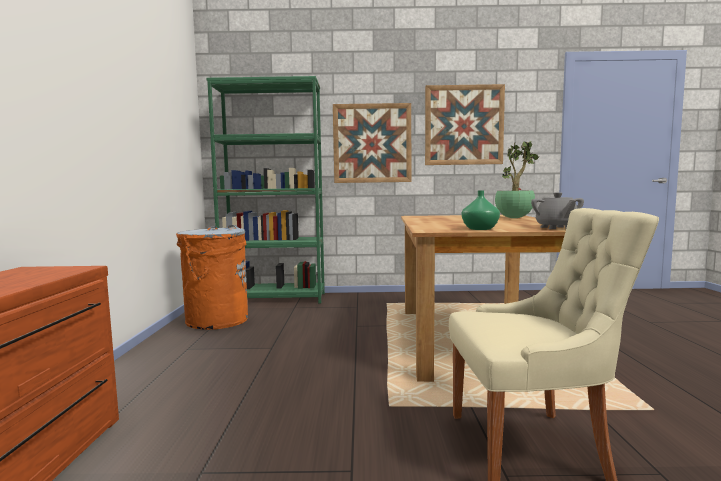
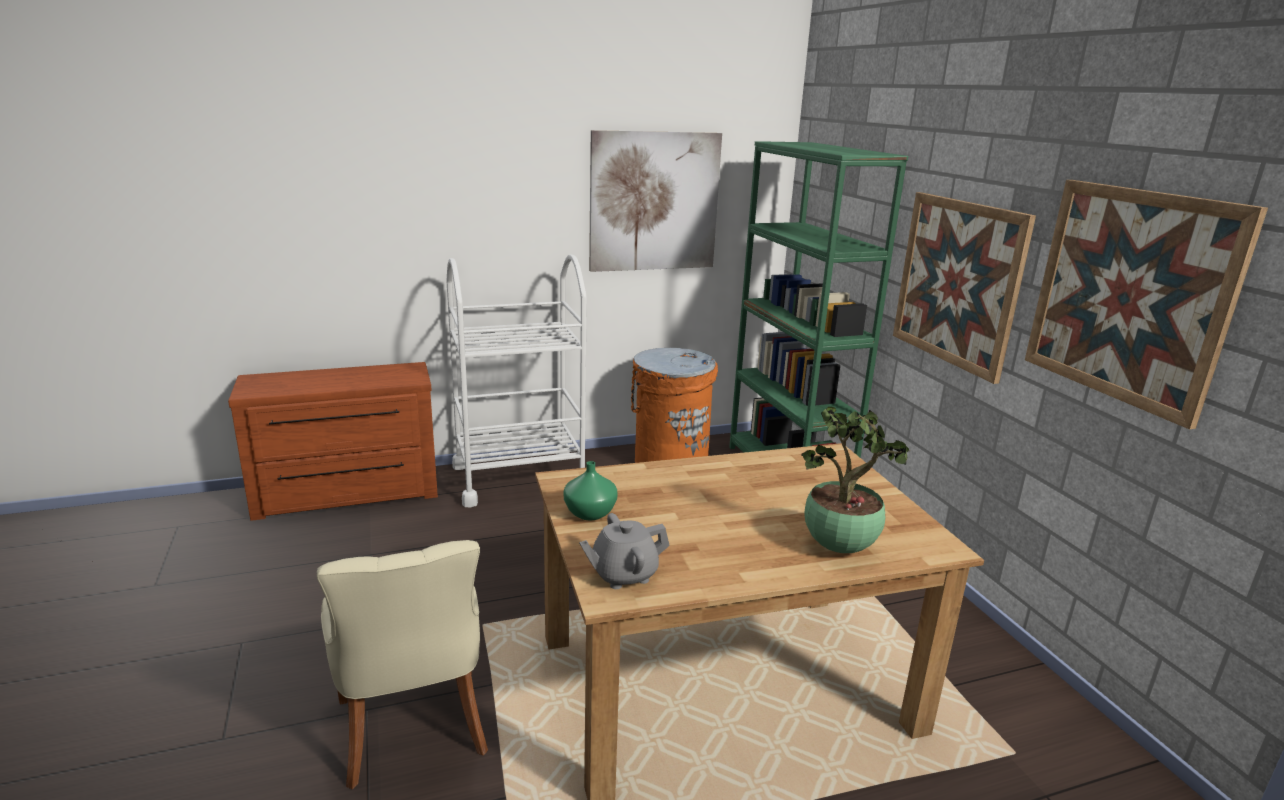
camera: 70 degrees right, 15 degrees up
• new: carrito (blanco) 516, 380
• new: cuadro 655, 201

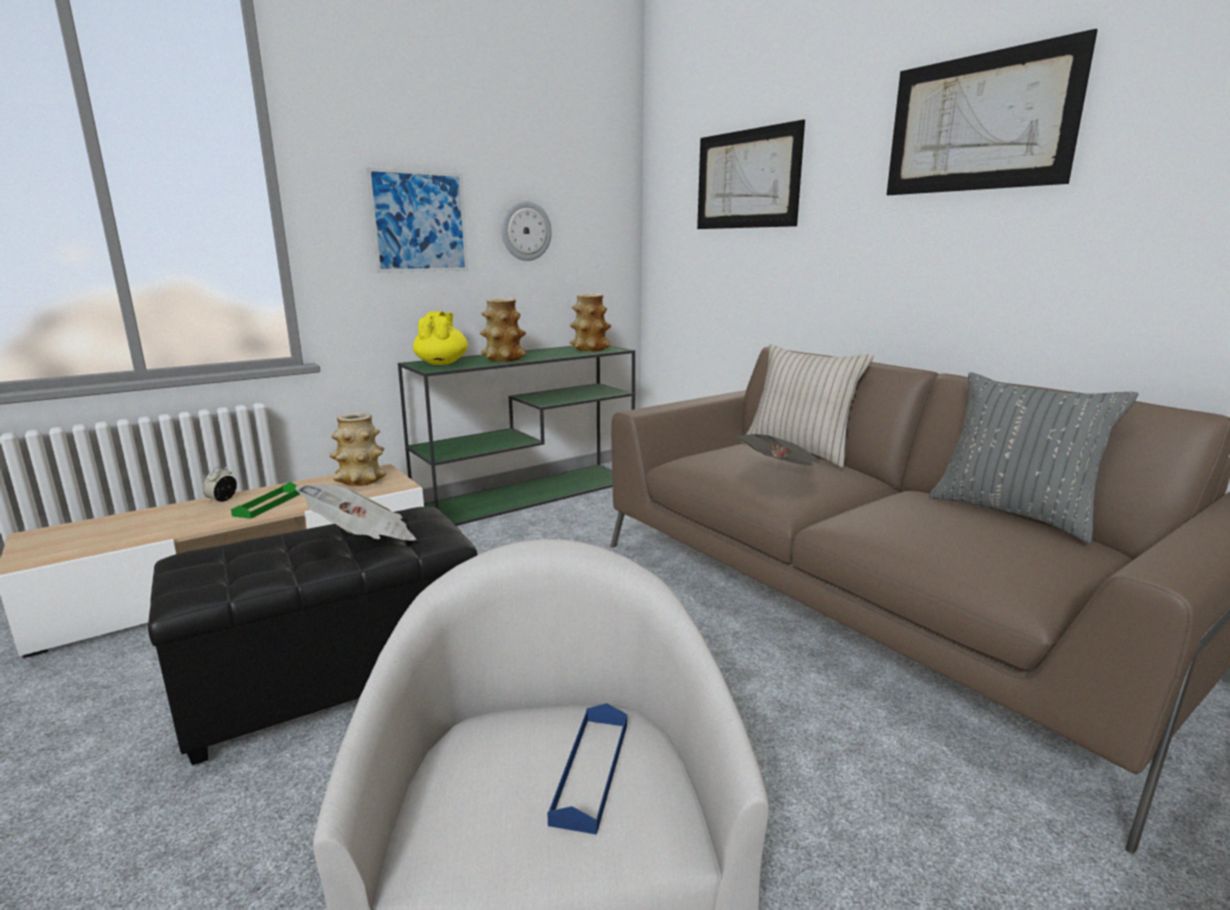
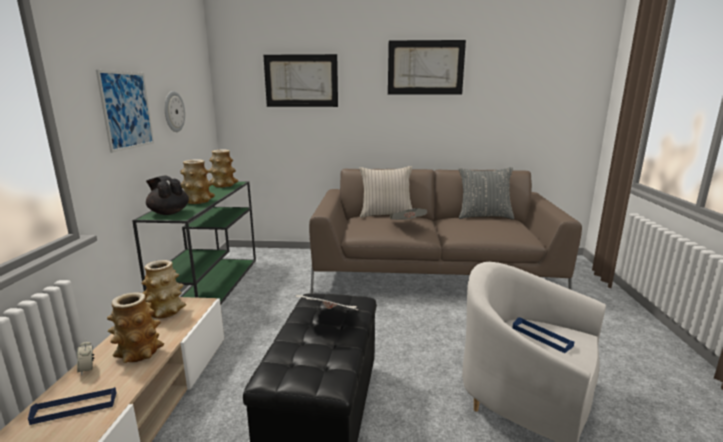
camera: 50 degrees left, 0 degrees up
• new: bandeja (azul) 72, 406
• swapped: bandeja (verde) 265, 500 to florero 135, 327
• repainted: tetera (amarillo) 440, 338 to tetera (negro) 167, 195

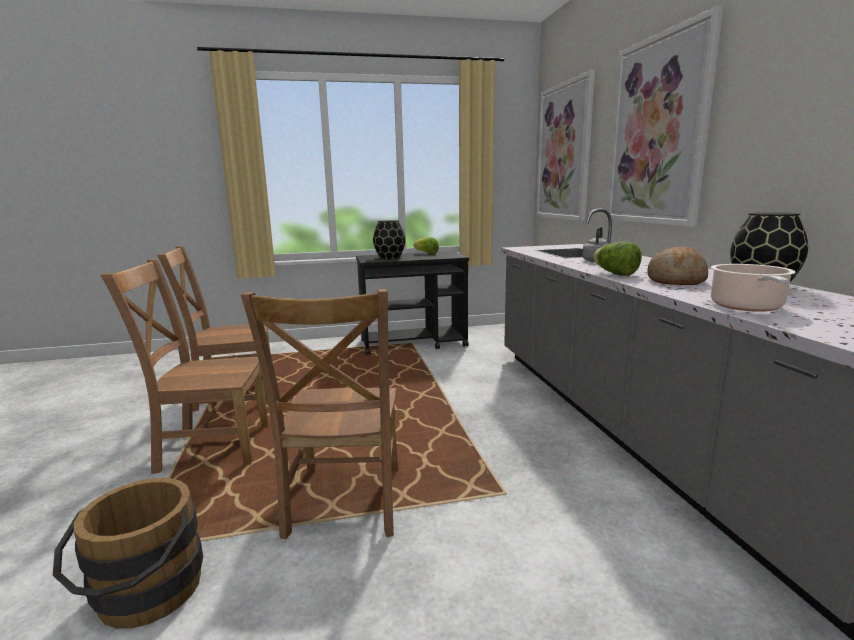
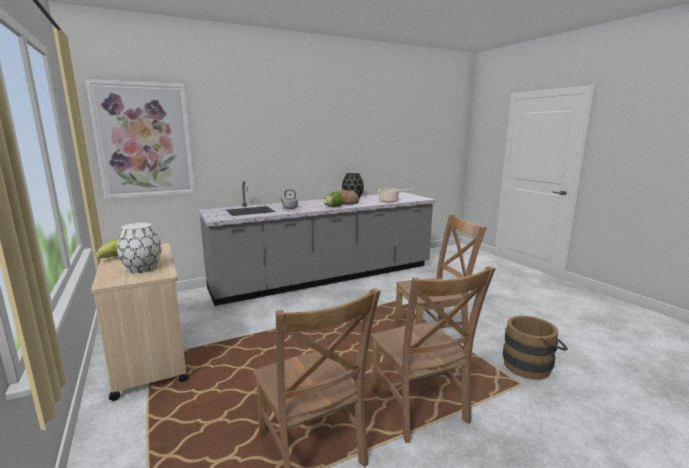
camera: 105 degrees left, 0 degrees up
• repainted: carrito (negro) 412, 303 to carrito (beis) 139, 322
• repainted: florero (negro) 389, 239 to florero (blanco) 139, 248
• gone: cuadro 665, 116

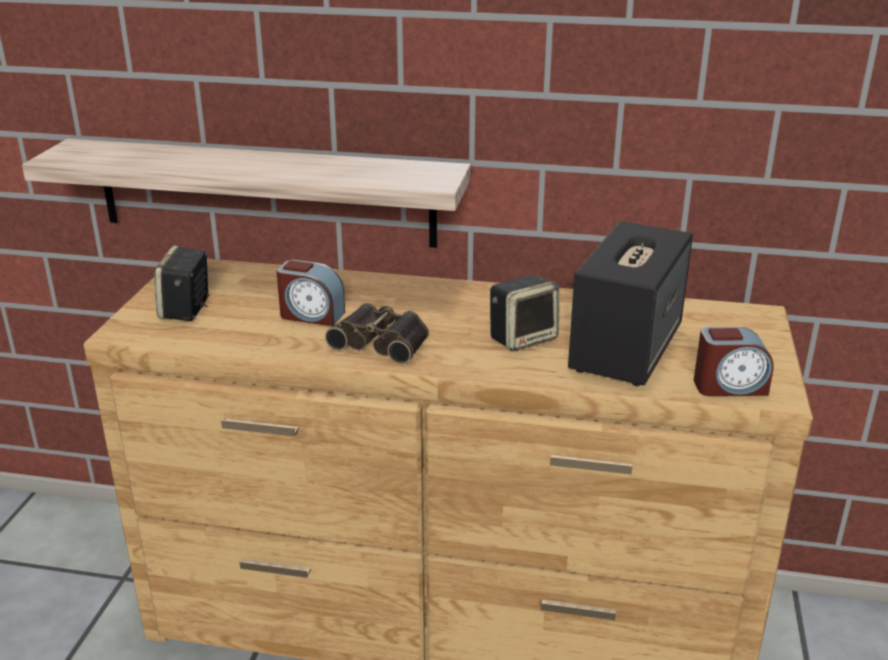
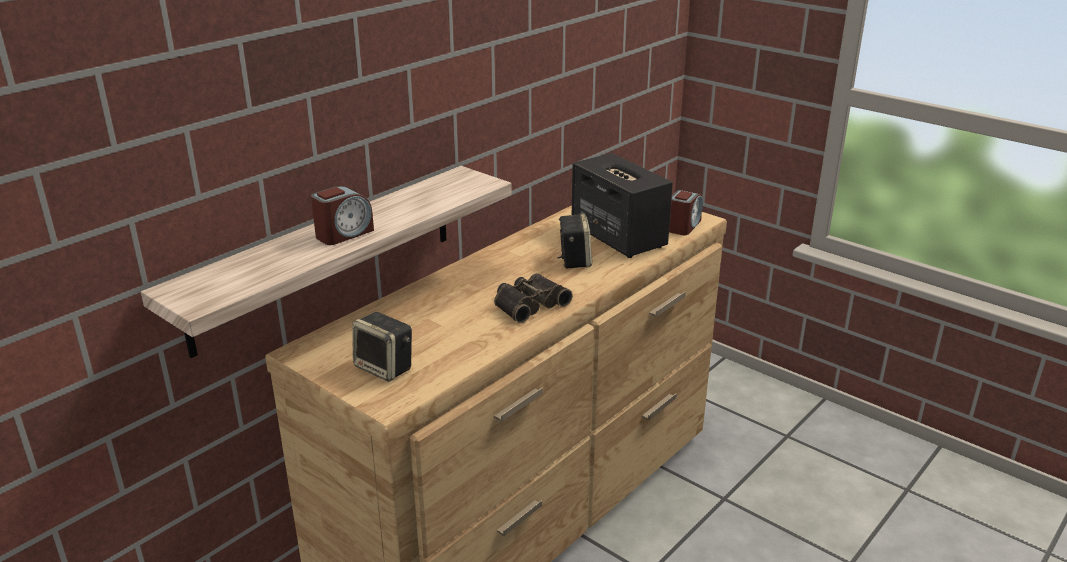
camera: 60 degrees left, 0 degrees up
• shifted: despertador 310, 293 to 342, 215

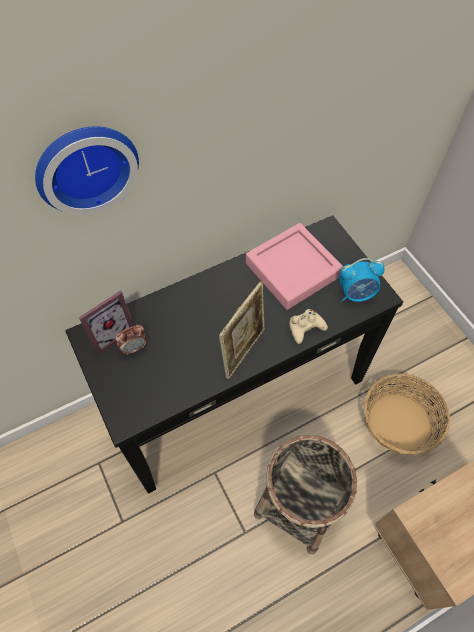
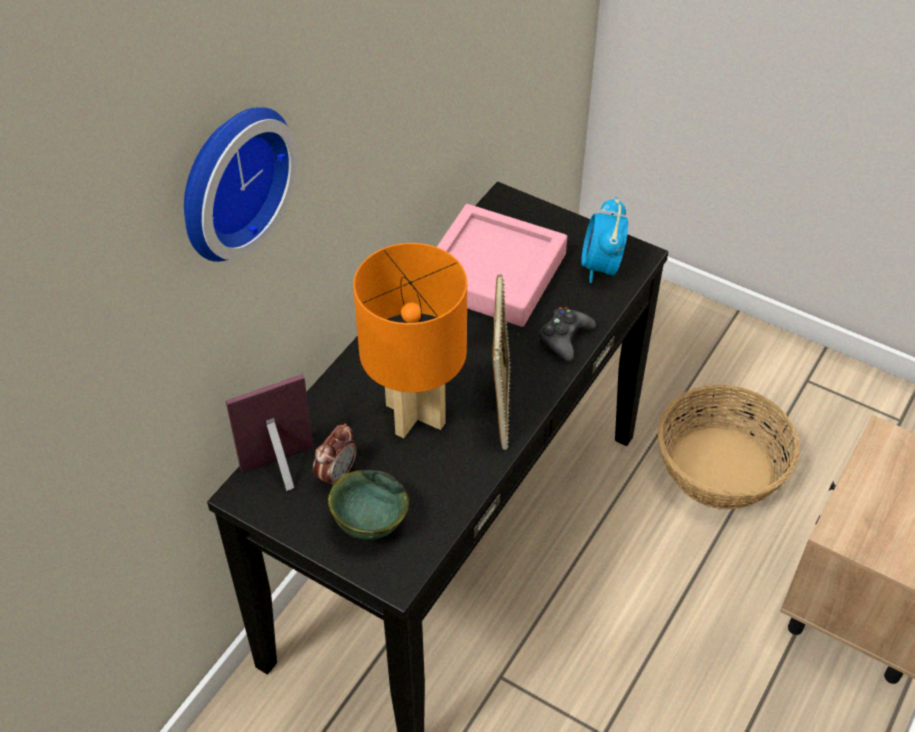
camera: 30 degrees left, 10 degrees down
• rotated: portarretratos 106, 323 = 270, 432 135 degrees counterclockwise
• new: cuenco (verde) 369, 505
• new: lámpara de mesa (naranja) 410, 340
• repainted: mando de consola (beis) 308, 326 to mando de consola (negro) 567, 334
• rotated: despertador 362, 280 = 604, 240 135 degrees clockwise
• gone: cesta 305, 494

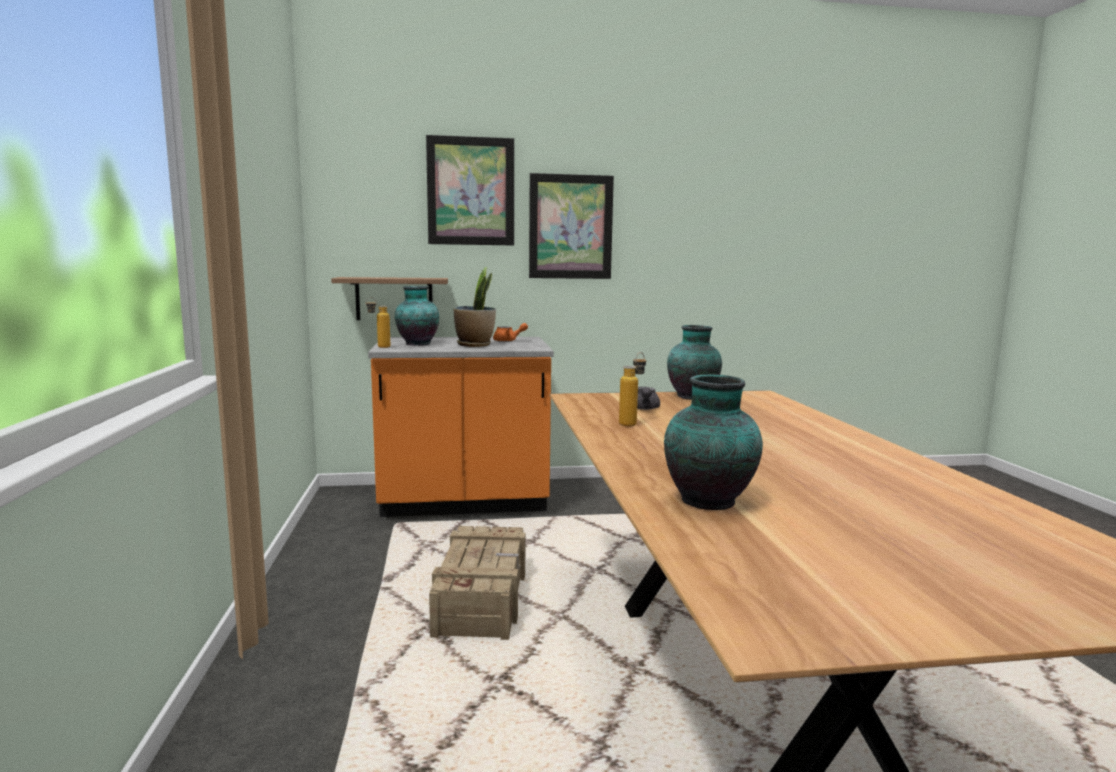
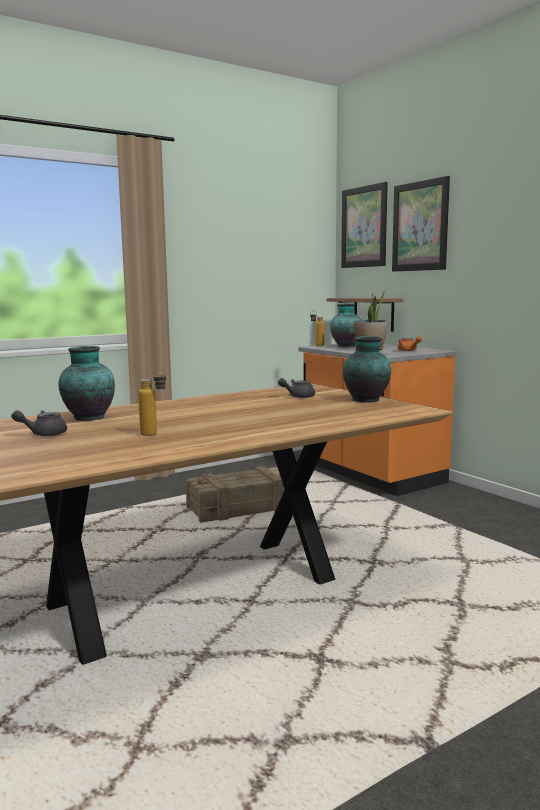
camera: 65 degrees right, 0 degrees up
• new: tetera (gris) 39, 423
• shifted: botella 632, 389 to 152, 402
• shifted: cuadro 571, 226 to 364, 225

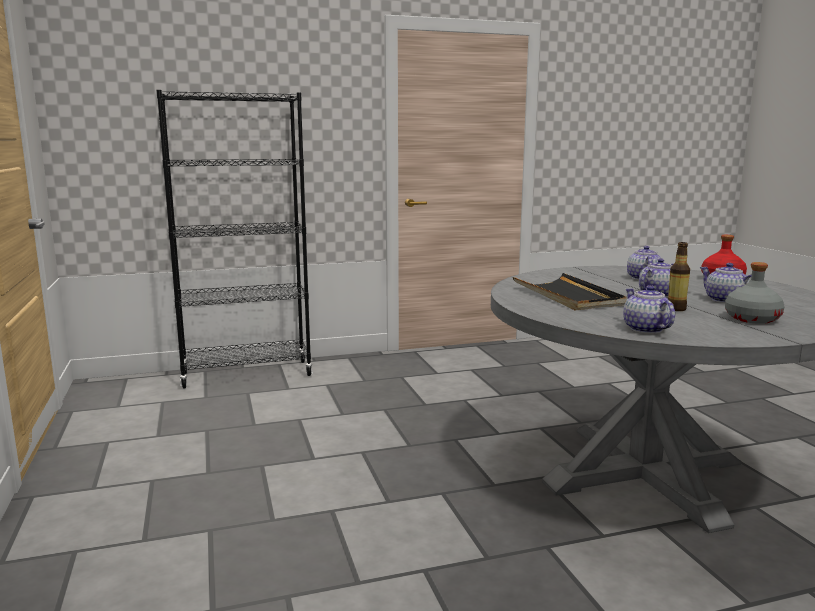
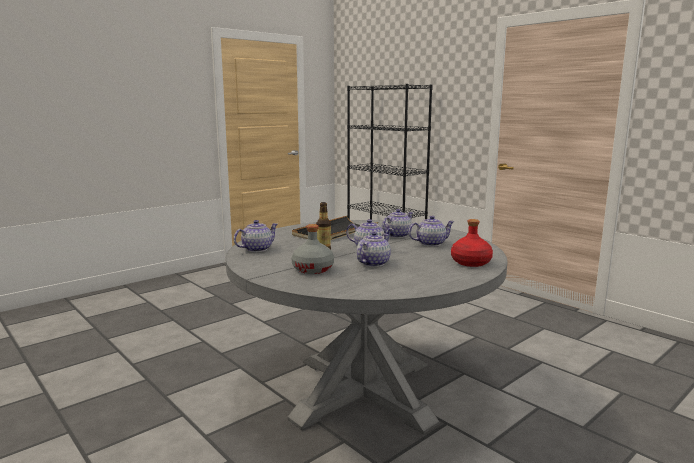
camera: 65 degrees right, 0 degrees up
• new: tetera 397, 223

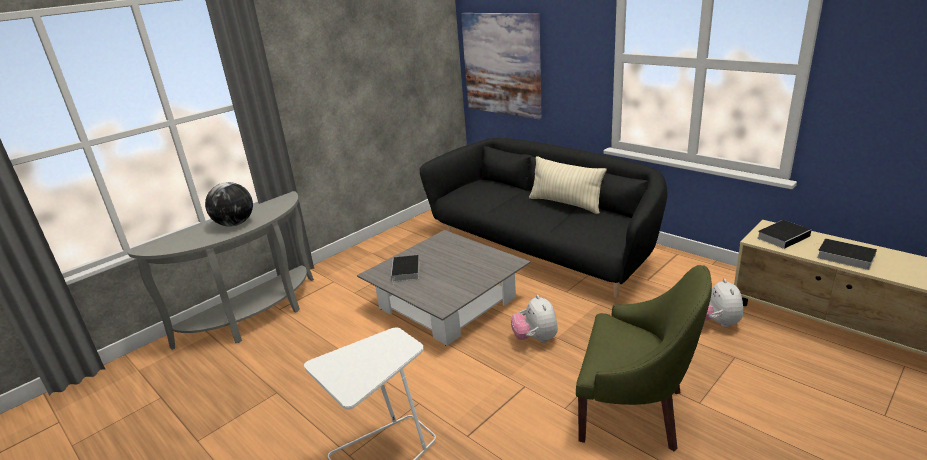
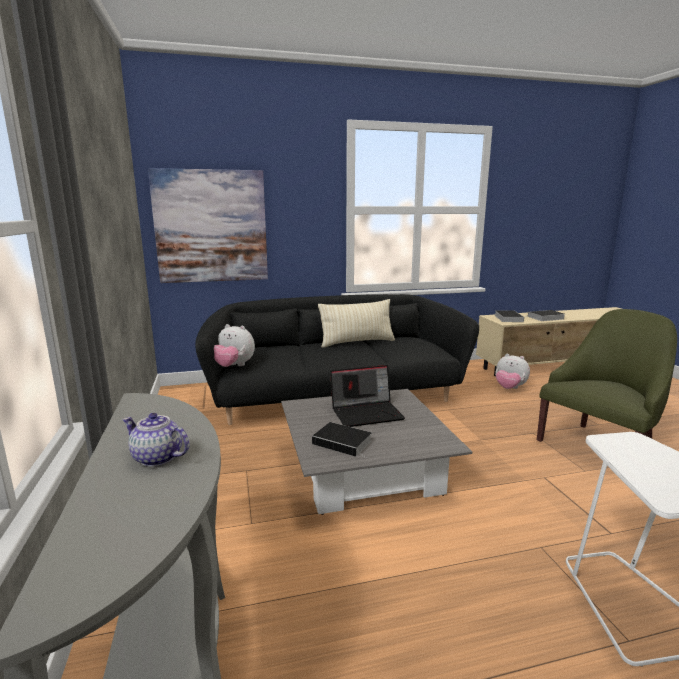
camera: 60 degrees left, 10 degrees down
• swapped: globo terráqueo 229, 204 to tetera 156, 440
• shifted: peluche 534, 319 to 234, 345
• new: portátil 367, 396

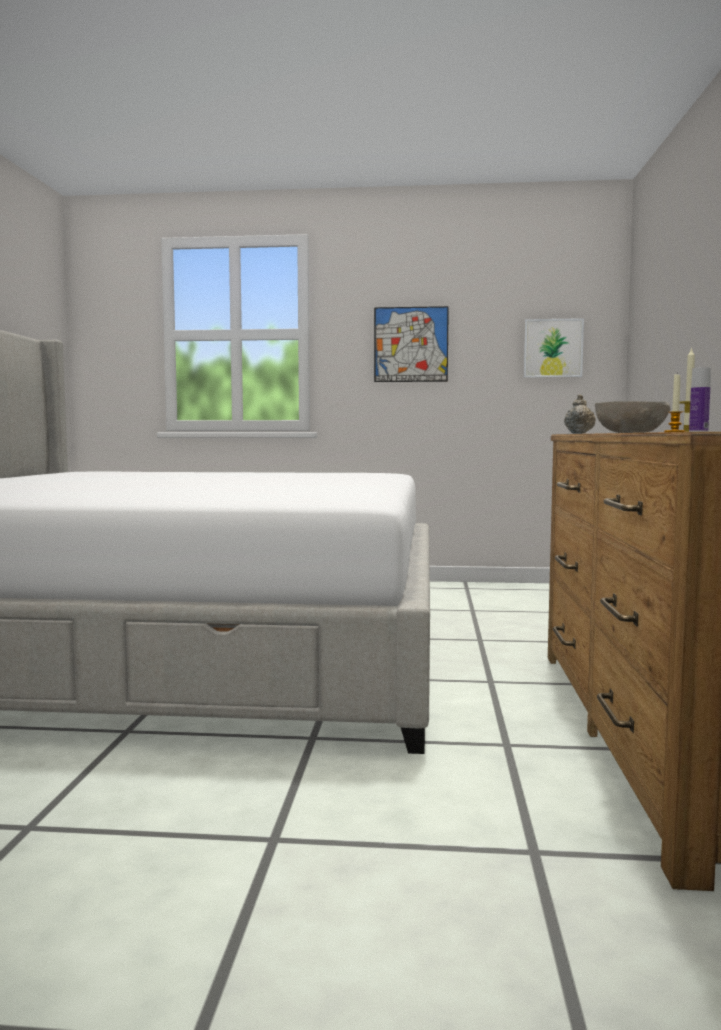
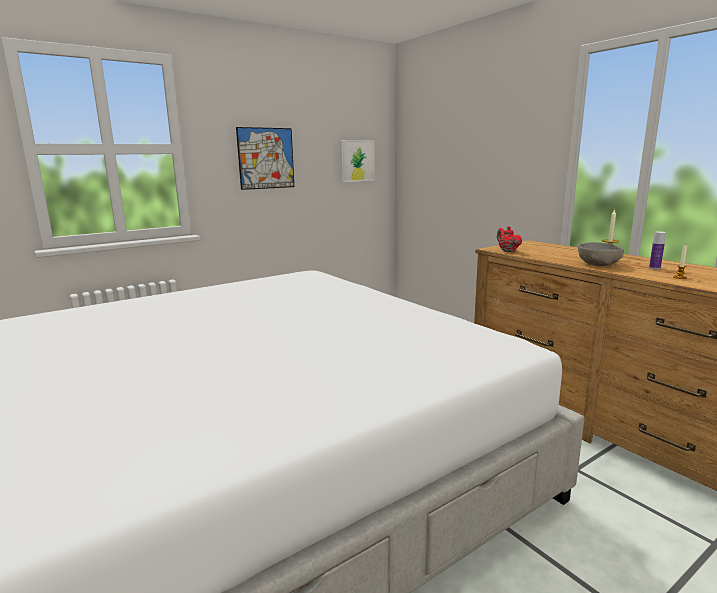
camera: 40 degrees left, 10 degrees up
• repainted: tetera (beis) 580, 414 to tetera (rojo) 509, 239

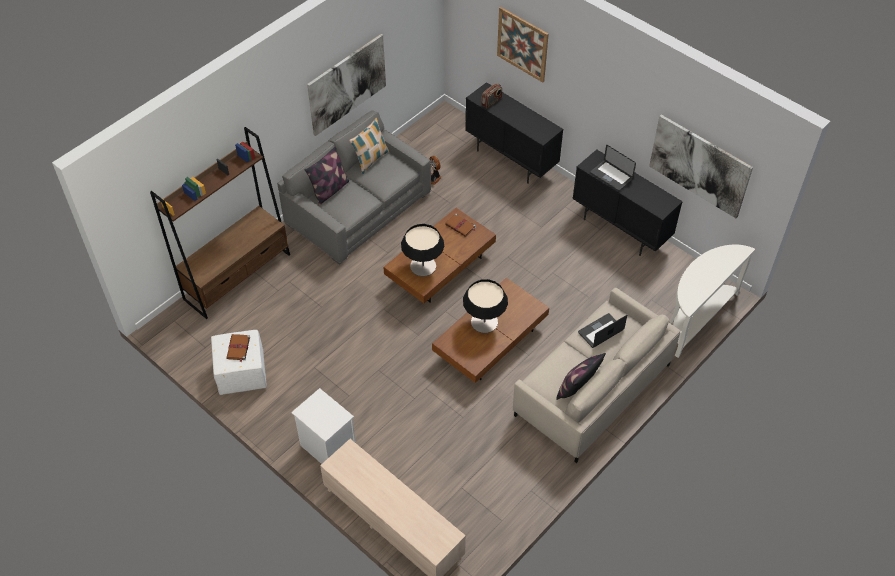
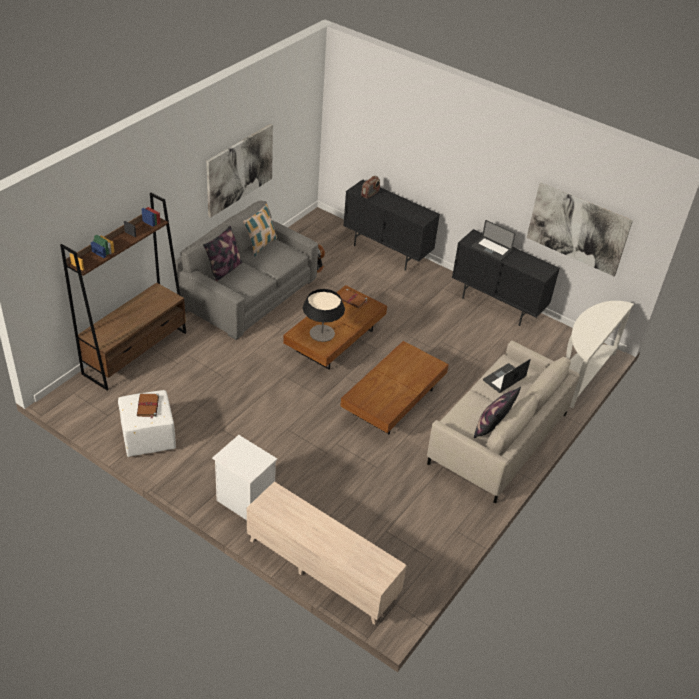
camera: 10 degrees left, 10 degrees down
• gone: lámpara de mesa 485, 306
• gone: cuadro 523, 45

